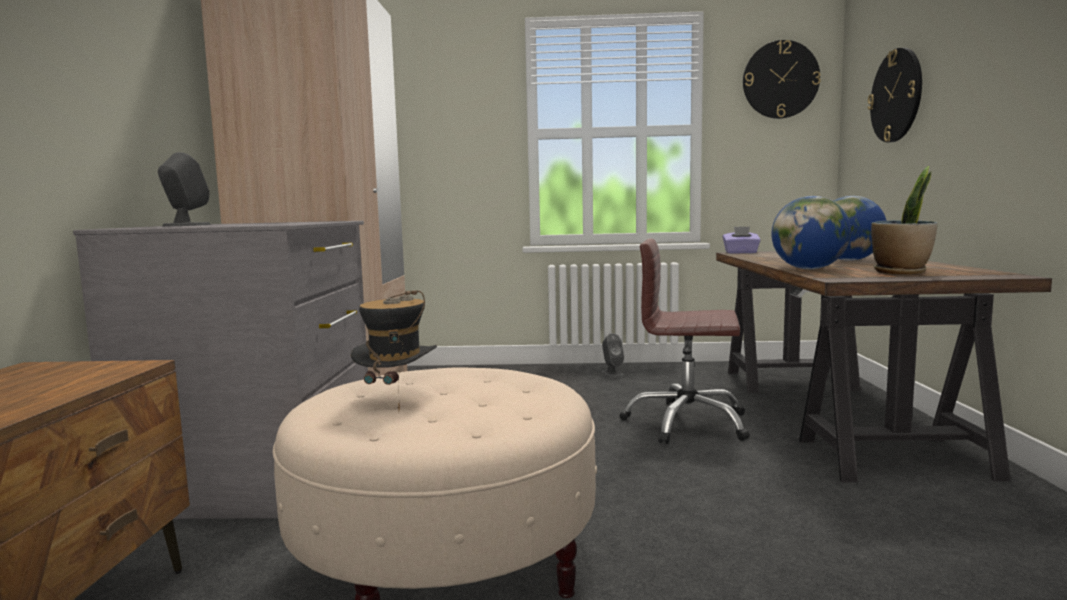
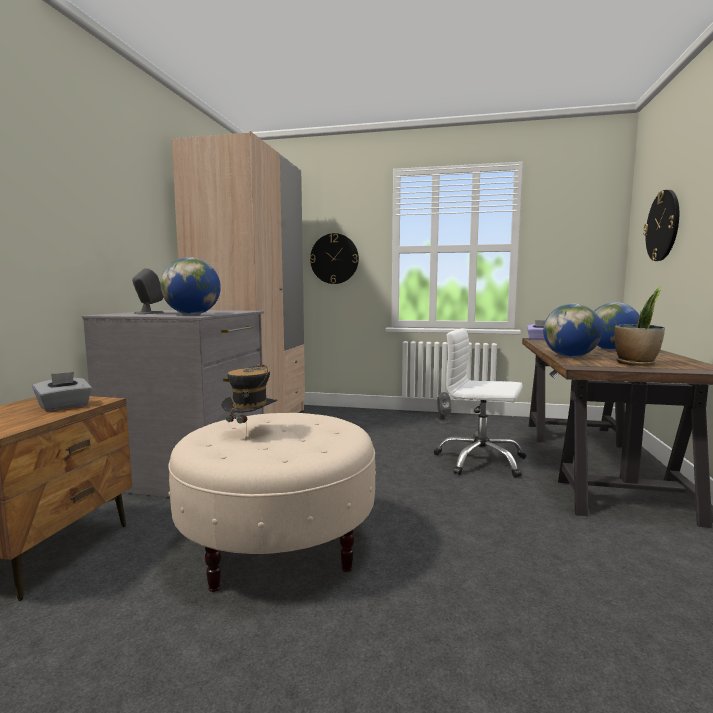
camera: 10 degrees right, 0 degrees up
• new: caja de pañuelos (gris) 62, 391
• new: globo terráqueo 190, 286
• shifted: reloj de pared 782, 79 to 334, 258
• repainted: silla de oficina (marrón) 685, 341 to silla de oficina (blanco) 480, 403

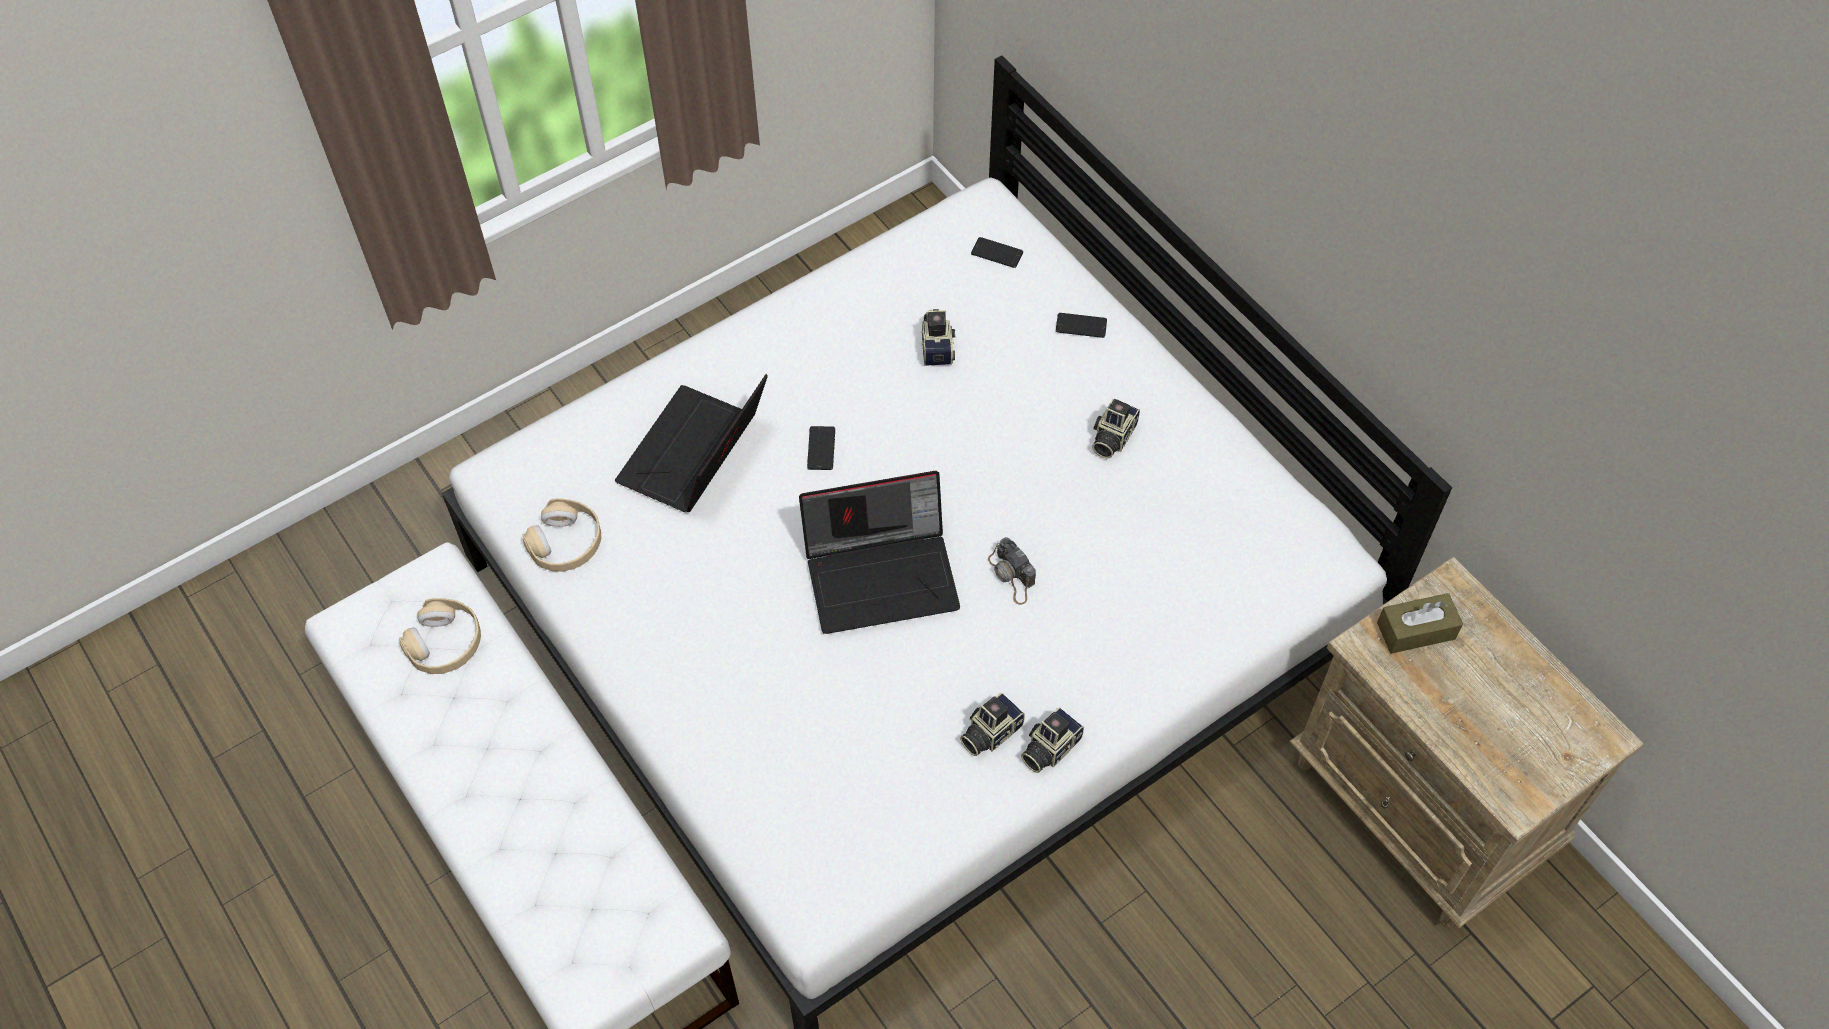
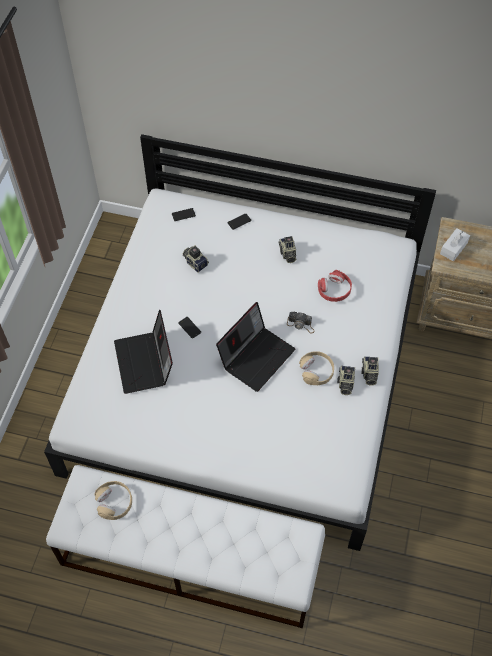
camera: 40 degrees left, 0 degrees up
• shifted: auriculares (beis) 561, 535 to 316, 368
• new: auriculares (rojo) 335, 286
• repainted: caja de pañuelos (marrón) 1420, 623 to caja de pañuelos (blanco) 455, 244

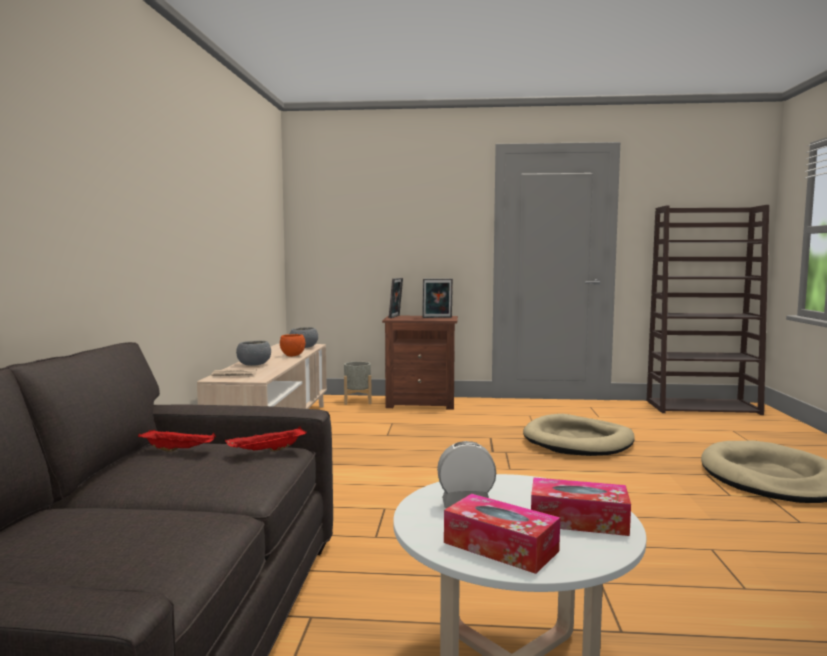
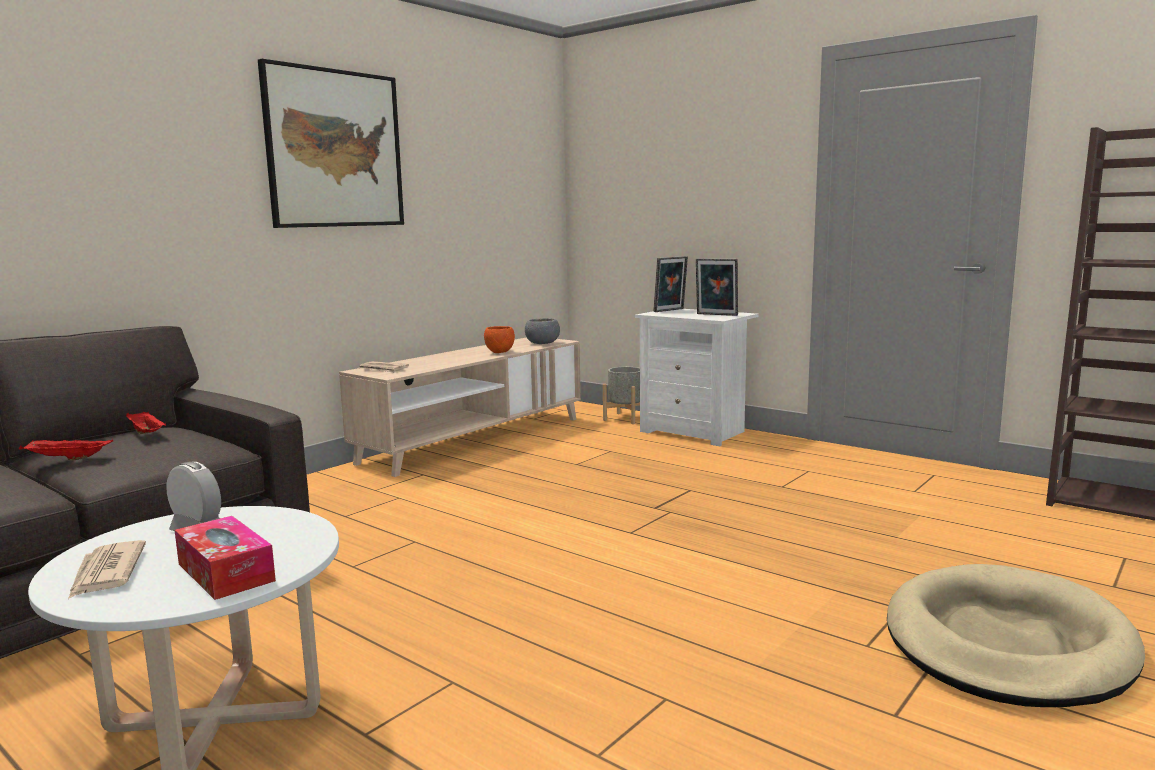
camera: 35 degrees right, 5 degrees up
• shifted: bandeja (rojo) 266, 439 to 66, 449
• swapped: caja de pañuelos 502, 534 to periódico 107, 569
• new: cuadro 331, 143
• repainted: mesita de noche (marrón) 420, 362 to mesita de noche (blanco) 697, 377
• gone: cuenco (gris) 253, 353
• gone: cama para perro (beis) 579, 435

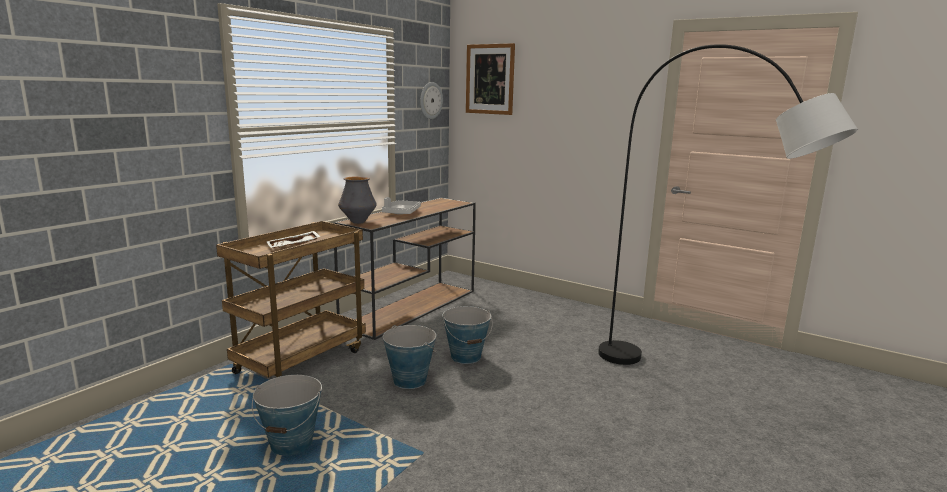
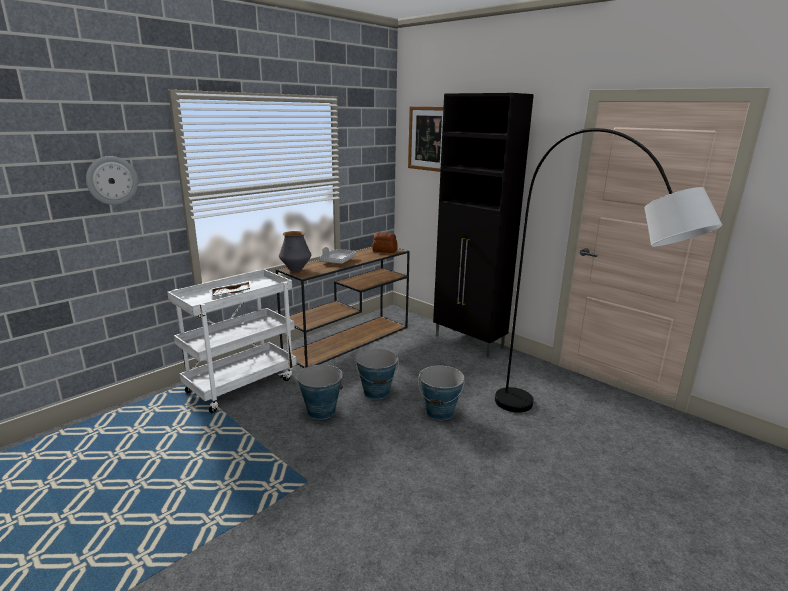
camera: 10 degrees right, 5 degrees up
• shifted: reloj de pared 431, 100 to 112, 180
• repainted: carrito (marrón) 291, 299 to carrito (blanco) 232, 341
• new: pan 384, 242
• shifted: cubo 287, 415 to 441, 393
• new: armario (negro) 483, 225

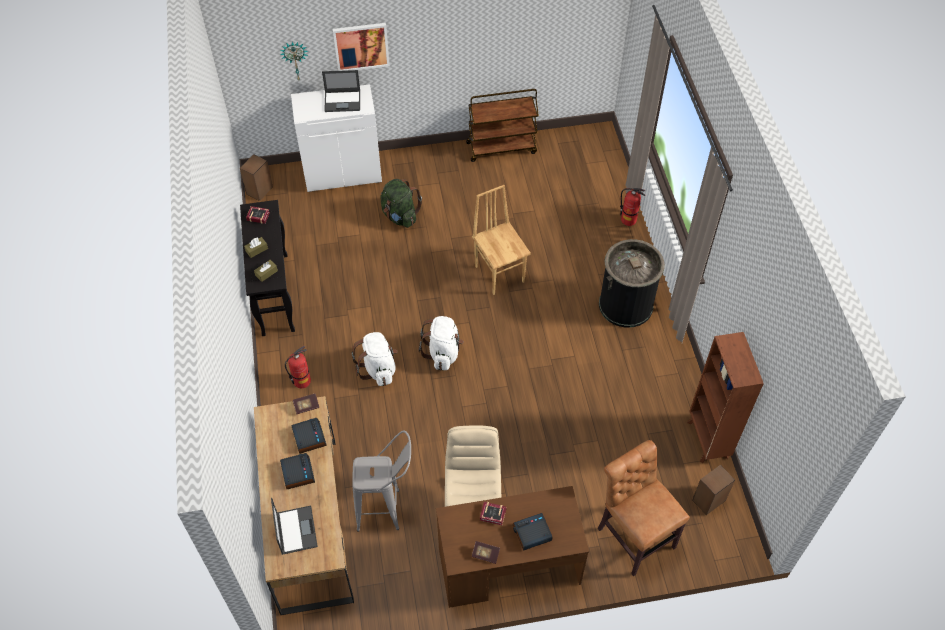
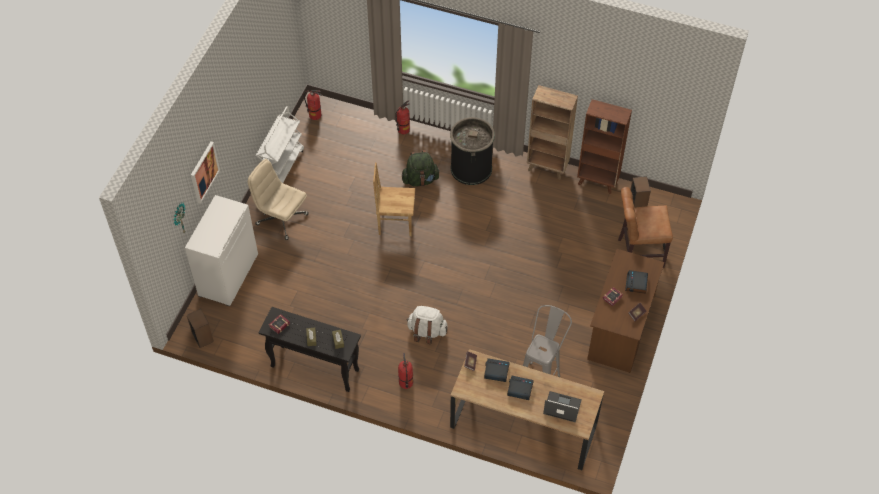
camera: 60 degrees left, 0 degrees up
• shifted: silla de oficina (beis) 473, 466 to 278, 199
• repainted: carrito (marrón) 502, 125 to carrito (blanco) 280, 144
• new: extintor 312, 105
• shifted: mochila (verde) 401, 203 to 421, 168
• new: estantería (marrón) 552, 132
• gone: portátil 341, 91
• gone: mochila (blanco) 441, 343

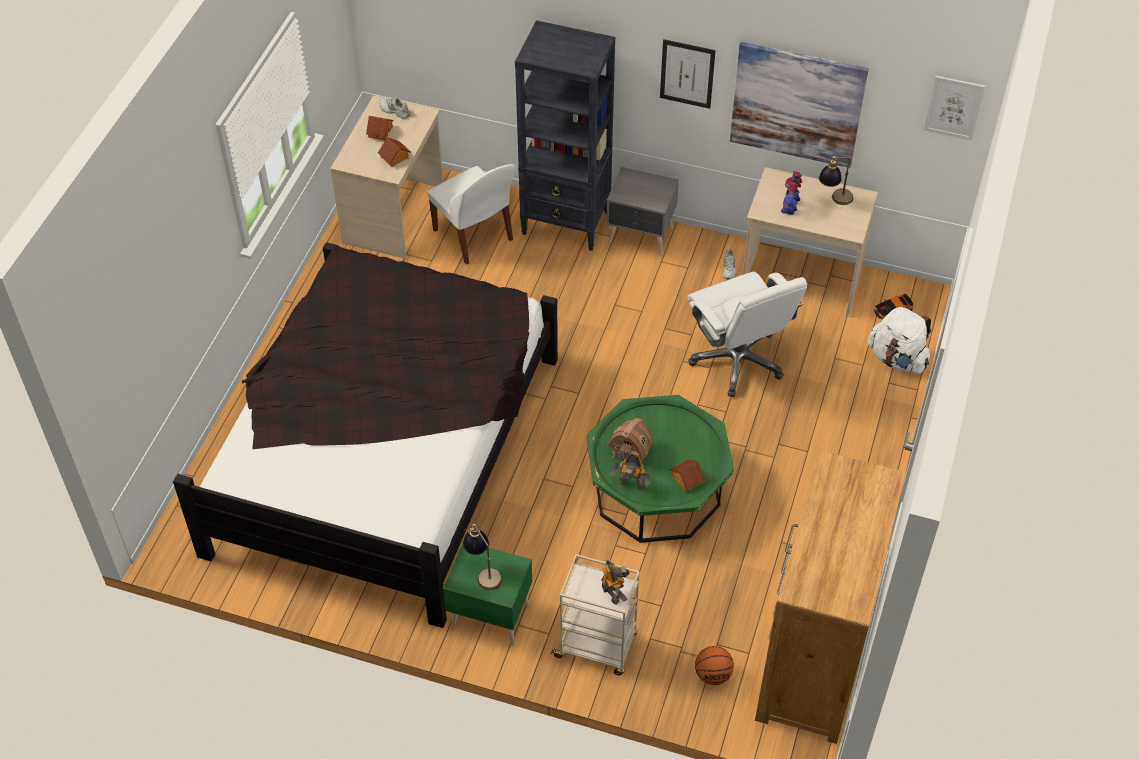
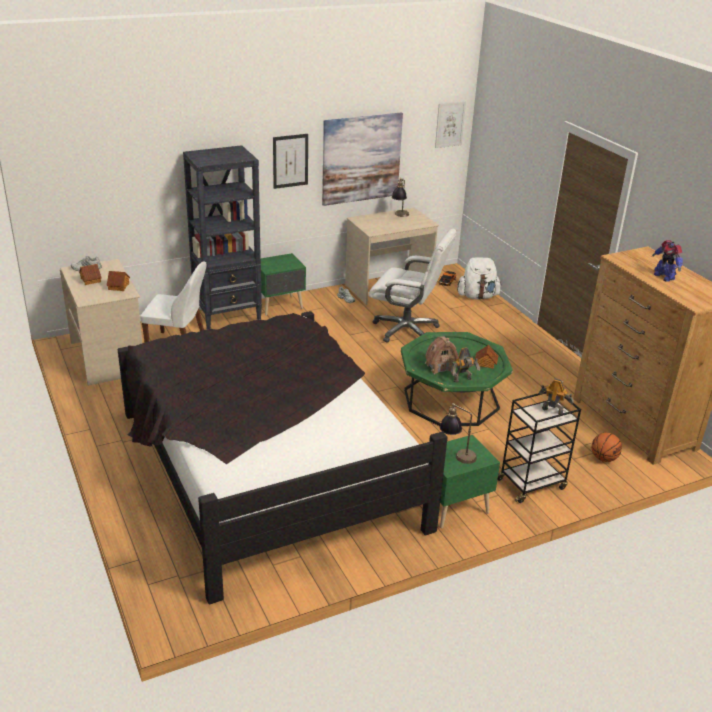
camera: 45 degrees left, 20 degrees down
• repainted: mesita de noche (gris) 642, 211 to mesita de noche (verde) 283, 284
• repainted: carrito (beis) 595, 615 to carrito (negro) 539, 447
• shifted: robot de juguete 791, 193 to 667, 261

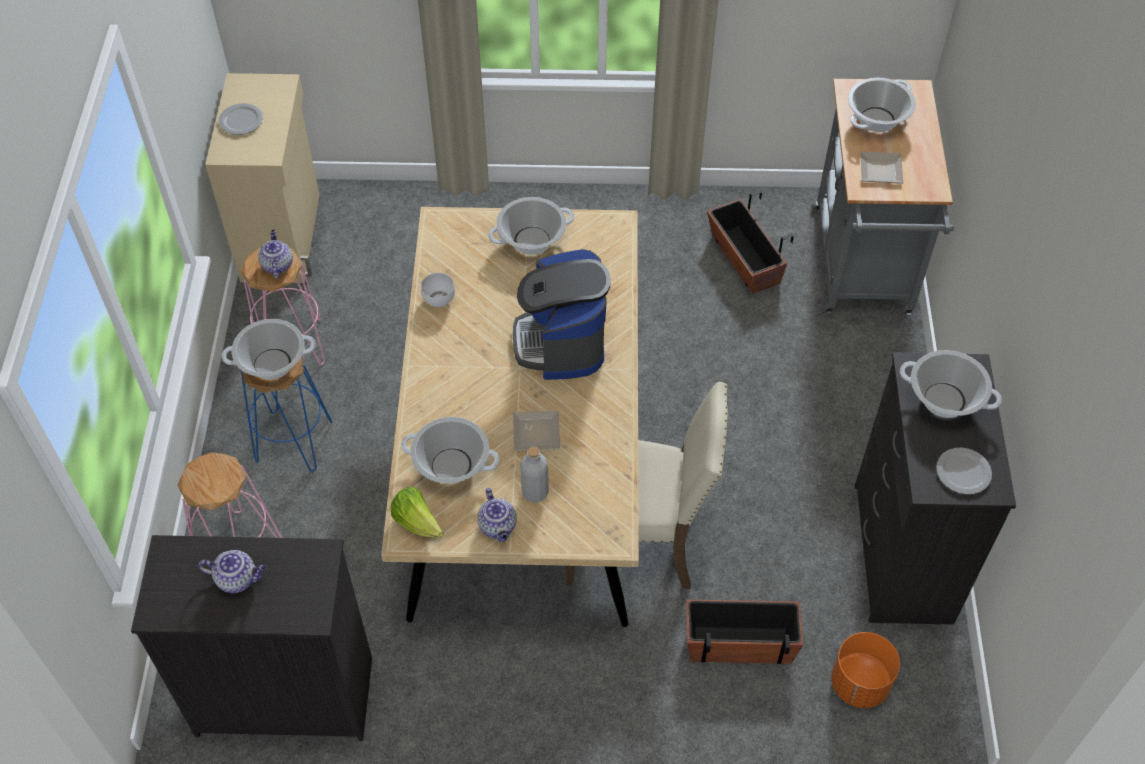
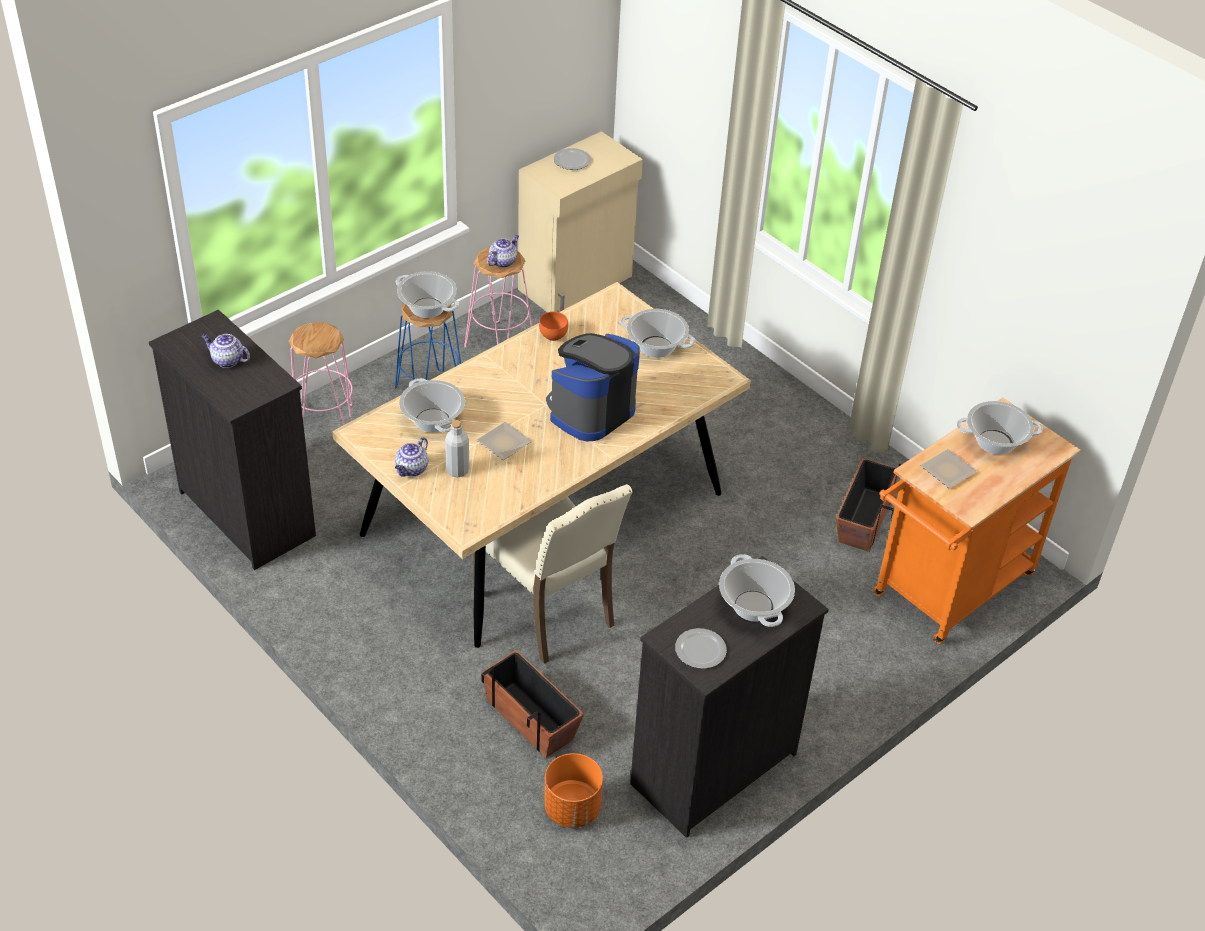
camera: 45 degrees right, 10 degrees down
• rotated: tetera 232, 571 = 226, 351 150 degrees clockwise
• repainted: cuenco (blanco) 438, 290 to cuenco (naranja) 553, 326
• repainted: carrito (gris) 883, 197 to carrito (naranja) 977, 521
• gone: lechuga 417, 512

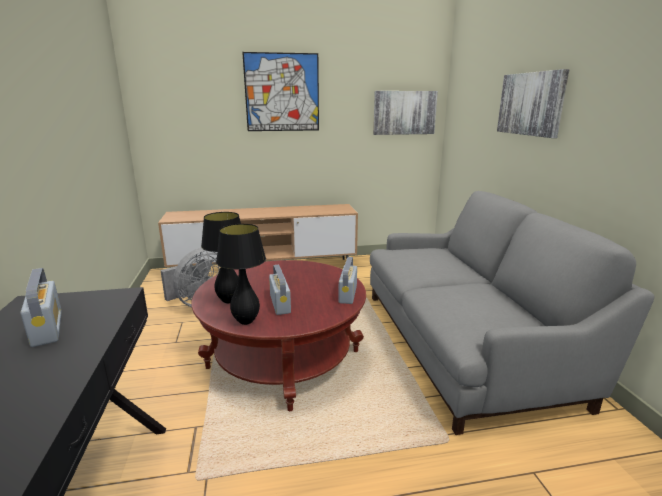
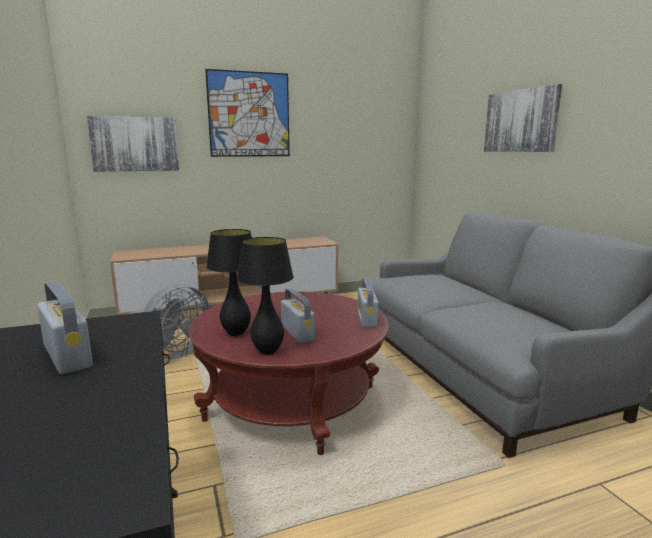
camera: 10 degrees left, 5 degrees down
• shifted: cuadro 405, 113 to 133, 144

